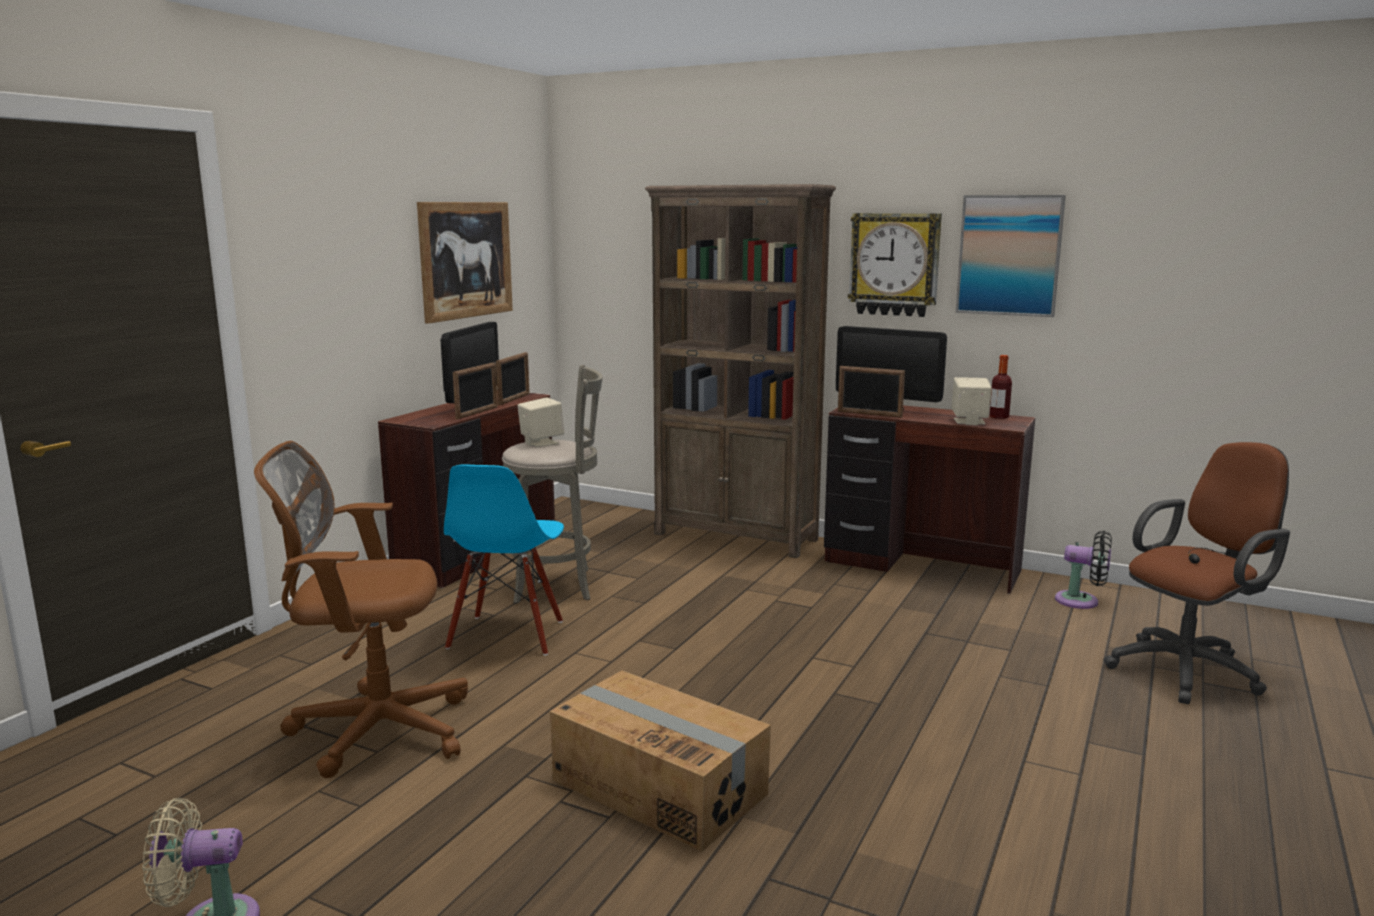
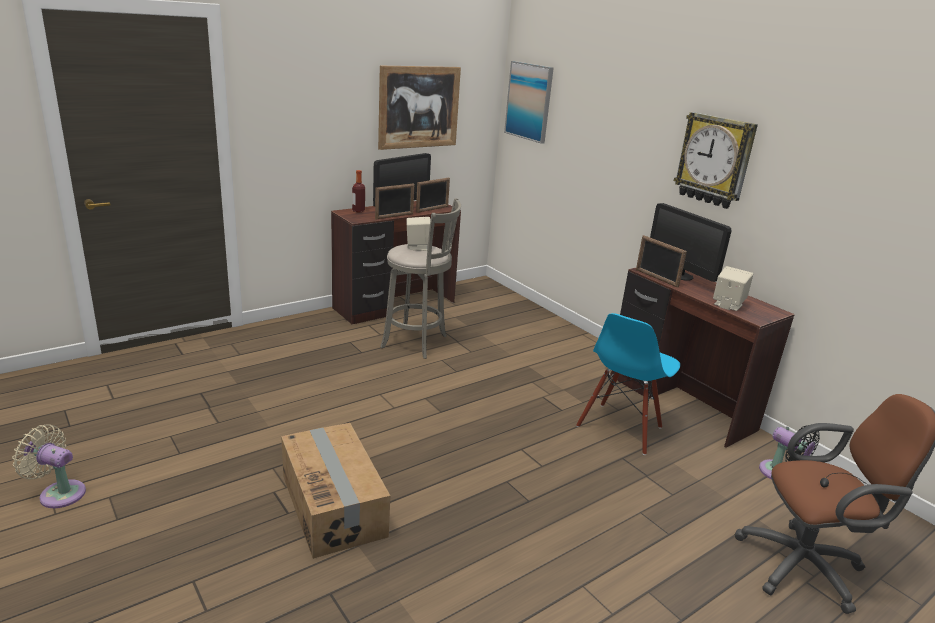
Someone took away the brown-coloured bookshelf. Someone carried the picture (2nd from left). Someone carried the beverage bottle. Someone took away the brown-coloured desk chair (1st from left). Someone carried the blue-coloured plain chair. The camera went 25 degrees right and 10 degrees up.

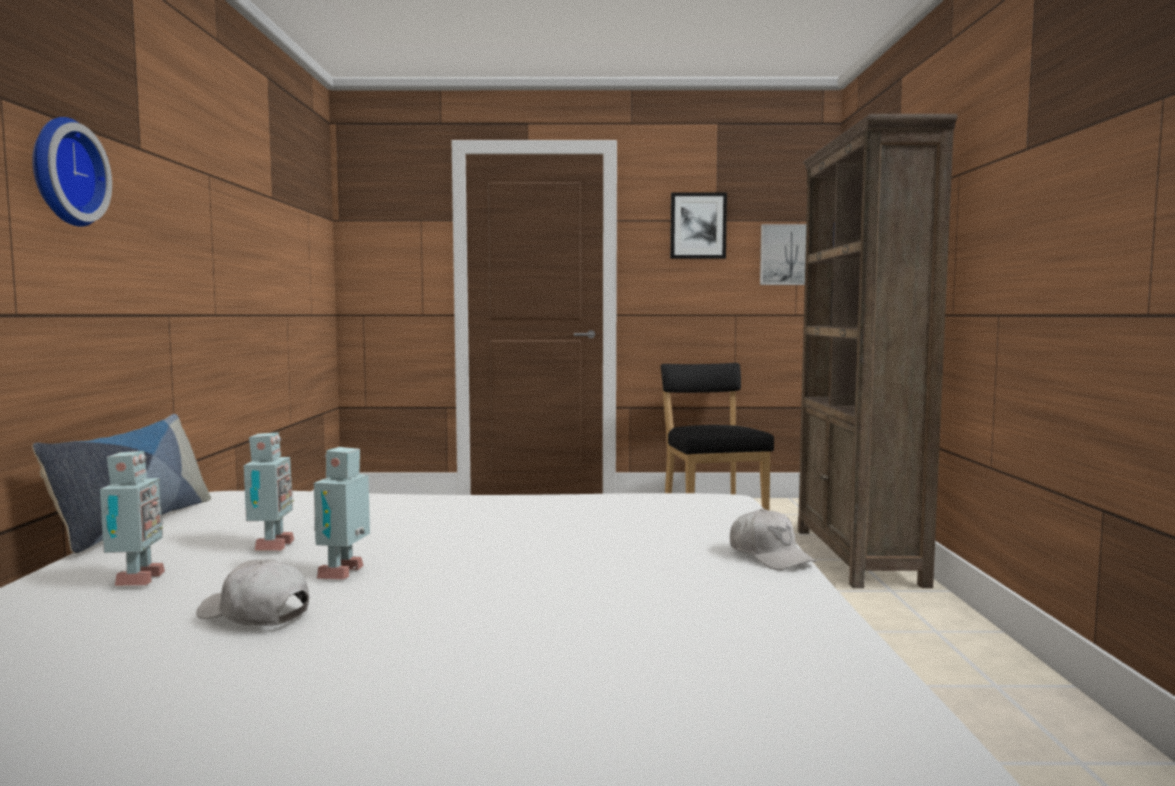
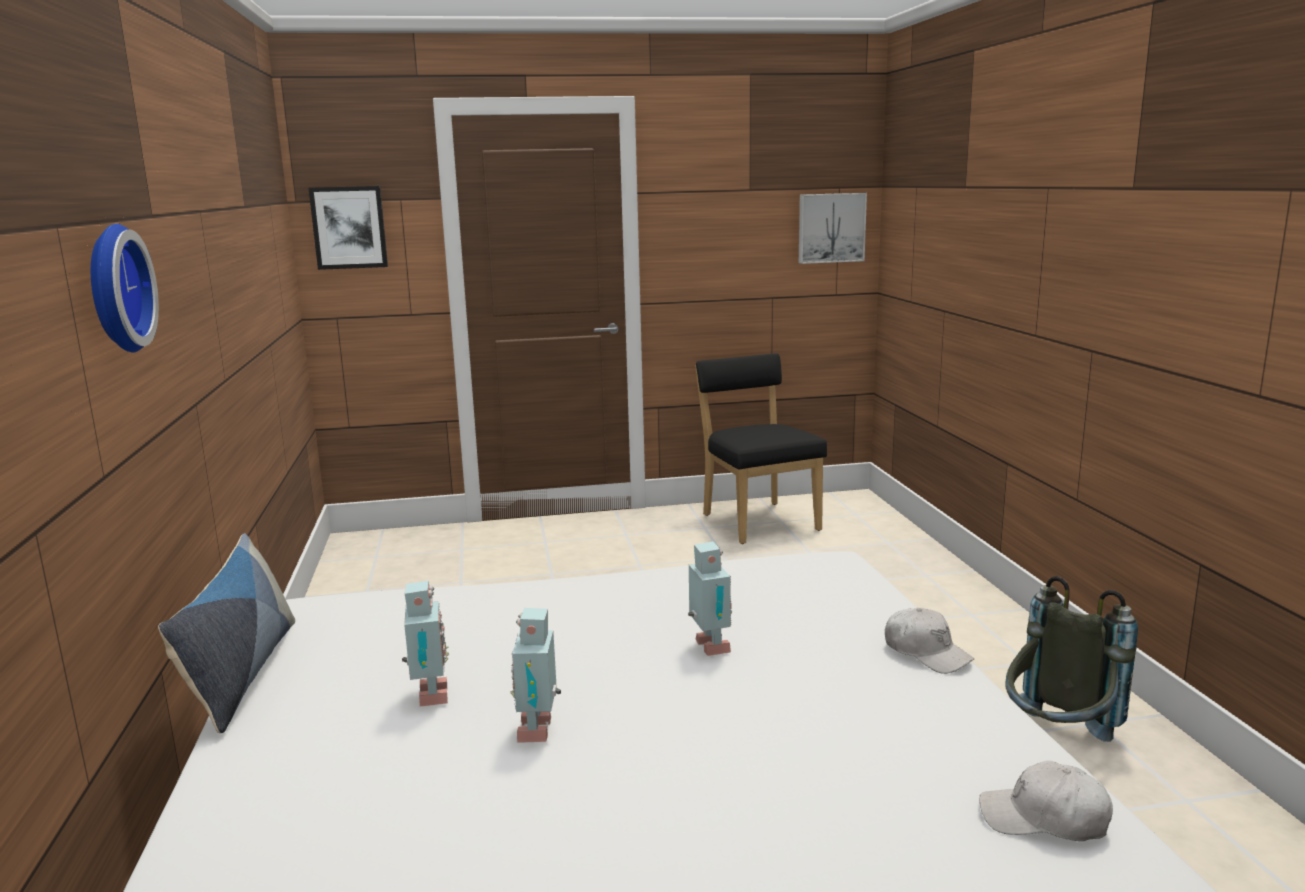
Someone took away the brown-coloured bookshelf. Someone carried the picture (1st from left). Someone carried the toy robot (1st from left in the first image). Someone carried the white-coloured peaked cap (1st from left in the first image). Someone put down the gray knapsack. The camera went 10 degrees left and 10 degrees up.

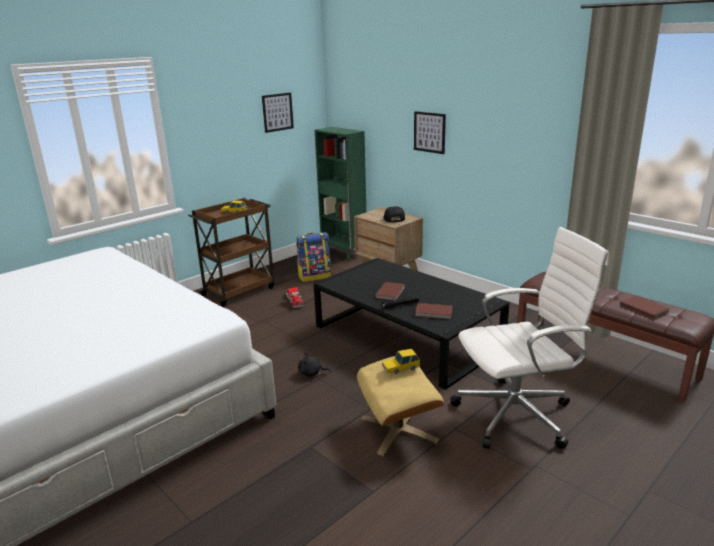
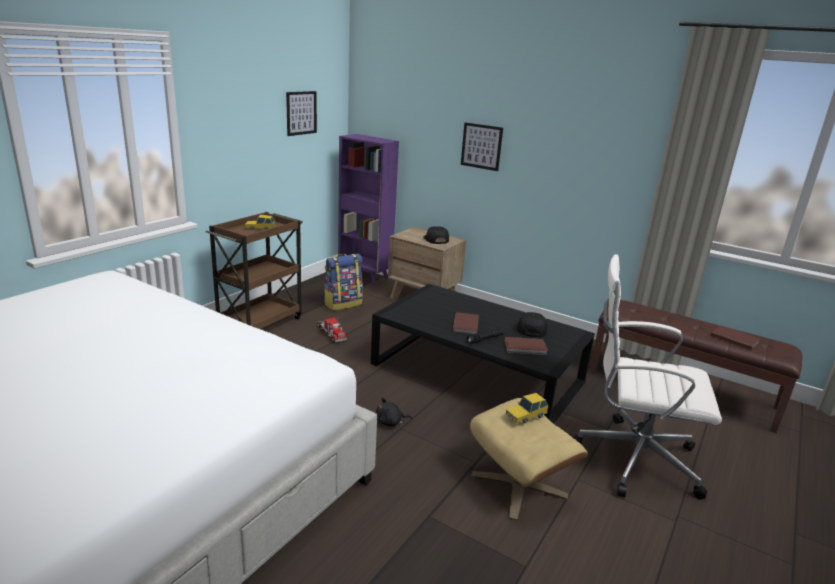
Someone repainted the green-coloured bookshelf, which became the purplish bookshelf. Someone rotated the white-coloured desk chair by 135 degrees counterclockwise. Someone put down the black peaked cap (2nd from left). The camera went 15 degrees left and 0 degrees up.

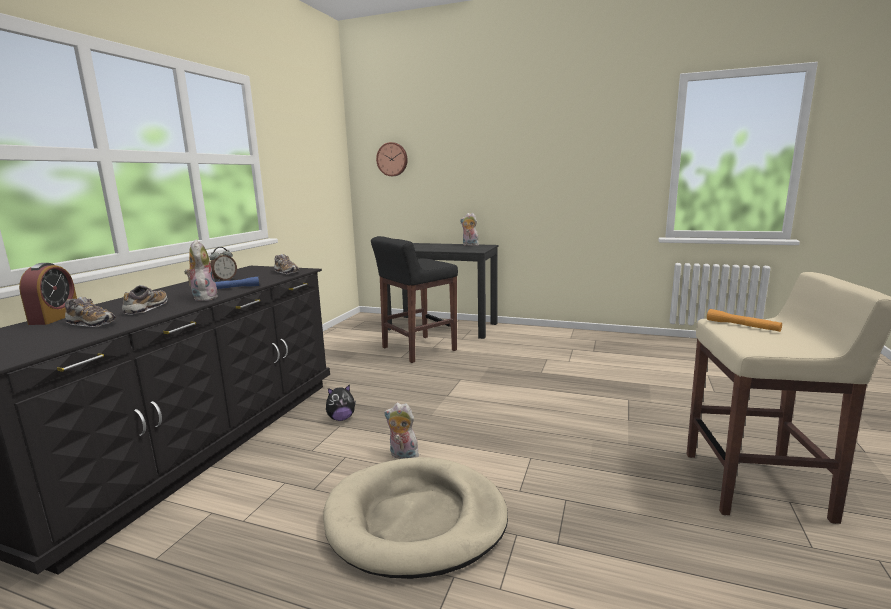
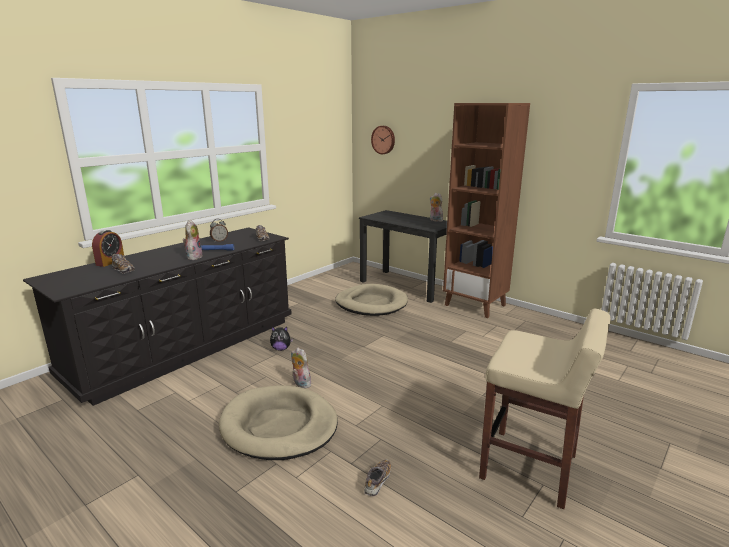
Someone swapped the black stool for the beige pet bed (2nd from left). Someone carried the item of footwear (2nd from left in the first image). Someone took away the orange flashlight. Someone put down the brown-coloured bookshelf. The camera went 20 degrees right and 5 degrees up.

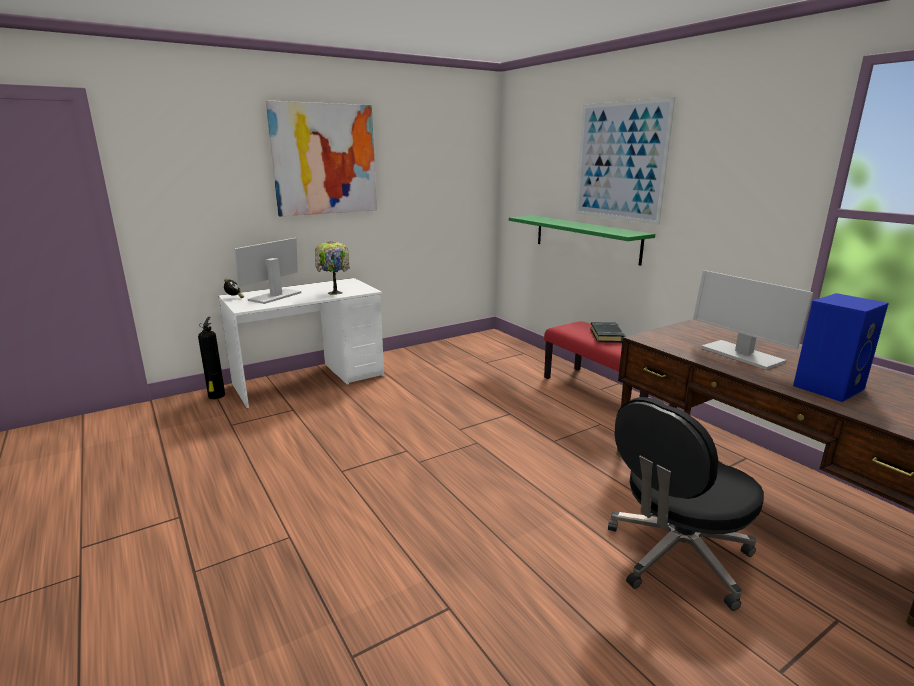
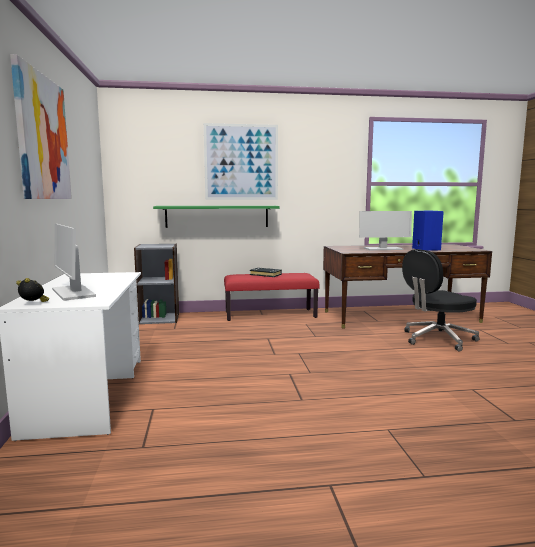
Someone took away the tabletop lamp. Someone took away the fire extinguisher. Someone rotated the black desk chair by 75 degrees clockwise. Someone put down the gray bookshelf. The camera went 65 degrees left and 10 degrees down.

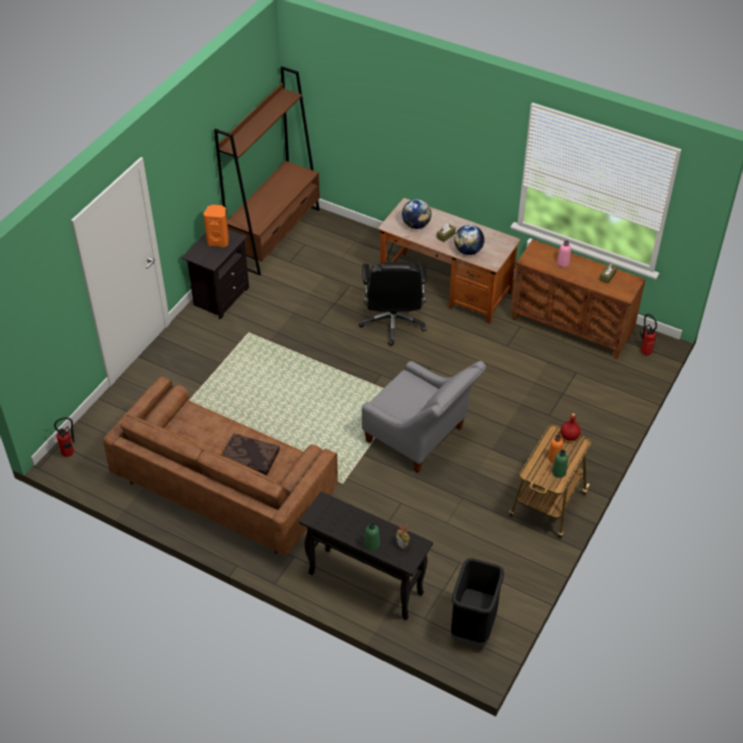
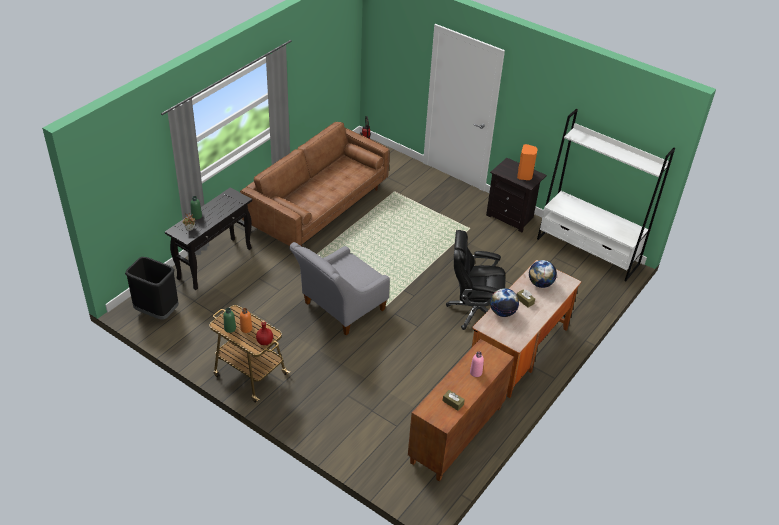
Someone repainted the brown-coloured bookshelf, which became the white-coloured bookshelf. Someone took away the fire extinguisher (2nd from left). Someone took away the brown-coloured pillow. The camera went 95 degrees right and 5 degrees down.

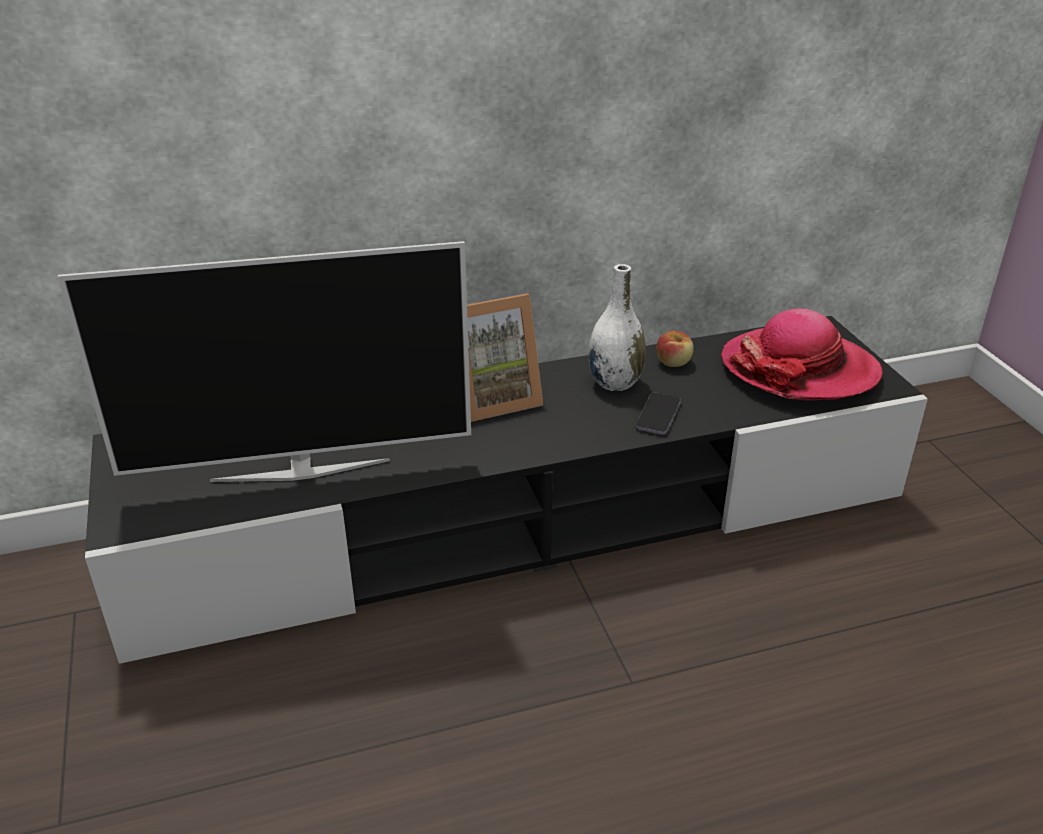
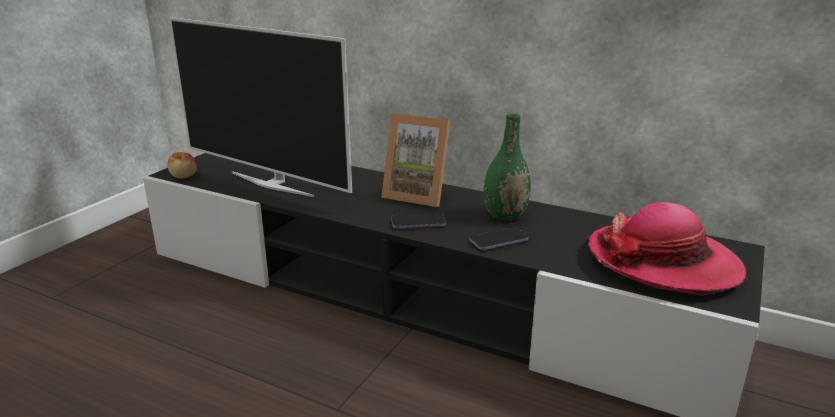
Someone repainted the white-coloured decorative vase, which became the green-coloured decorative vase. Someone carried the apple fruit. Someone put down the telephone (1st from left). The camera went 45 degrees right and 10 degrees down.

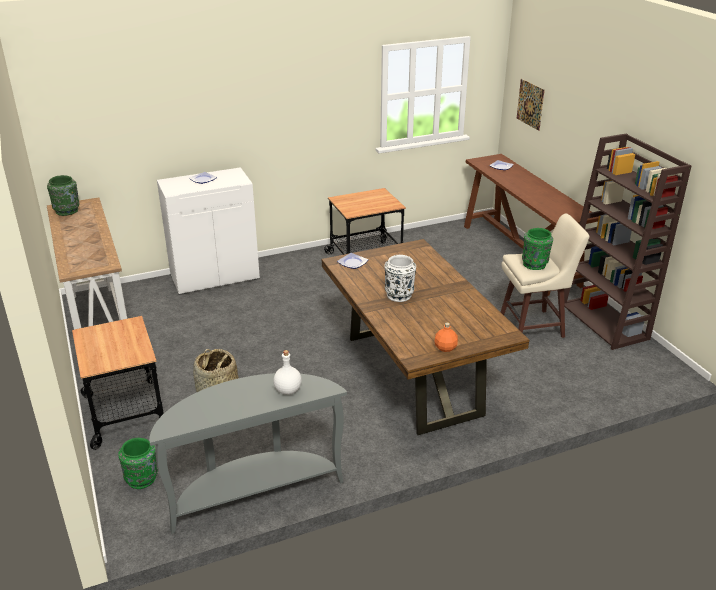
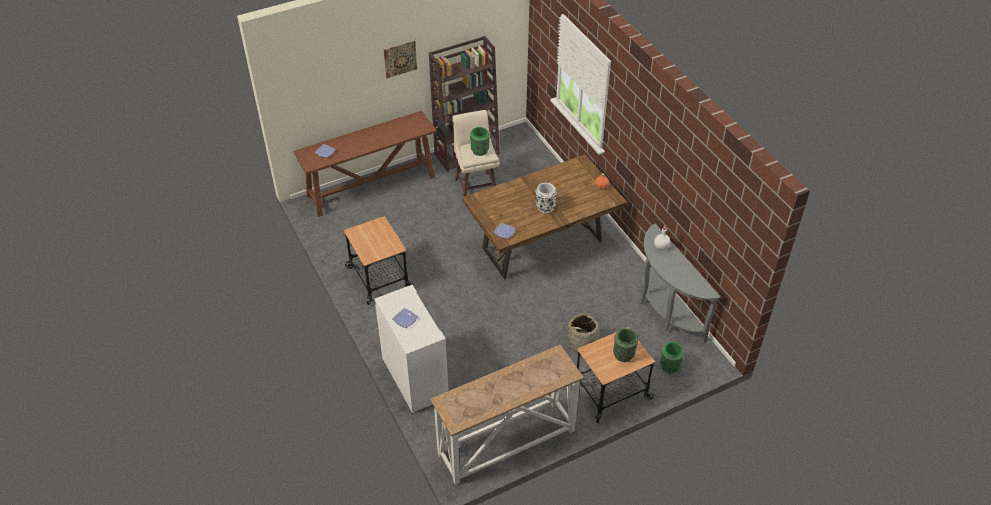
Someone carried the picture. Someone carried the green-coloured decorative vase (1st from left in the first image). The camera went 95 degrees left and 15 degrees up.

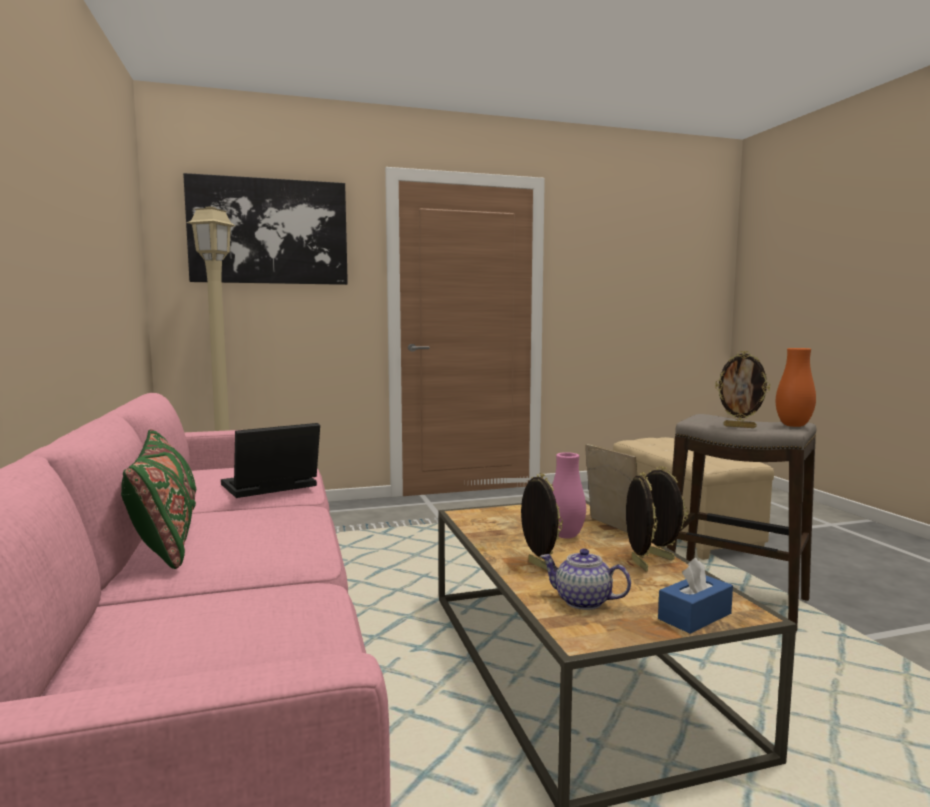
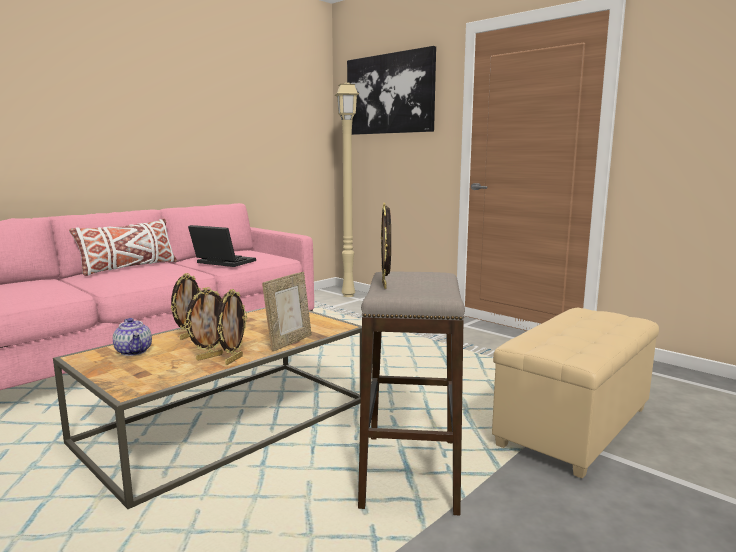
Someone took away the orange decorative vase. Someone repainted the green-coloured pillow, which became the white-coloured pillow. Someone took away the pink-coloured decorative vase. Someone rotated the teapot by 150 degrees clockwise. Someone took away the blue-coloured box of tissues. The camera went 60 degrees right and 5 degrees up.

